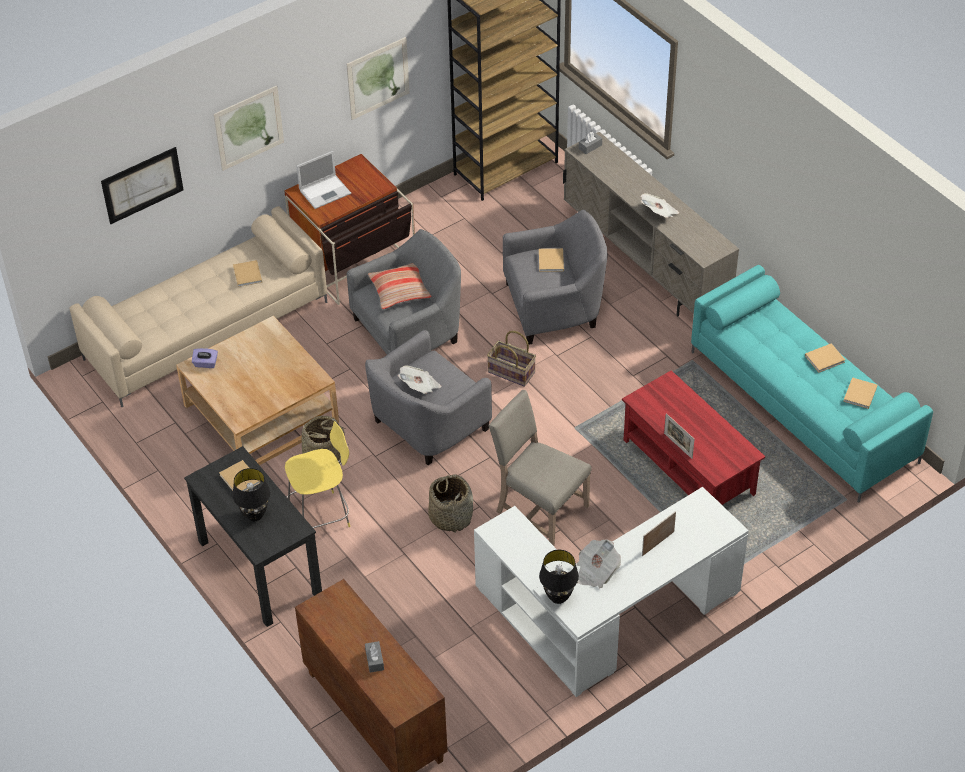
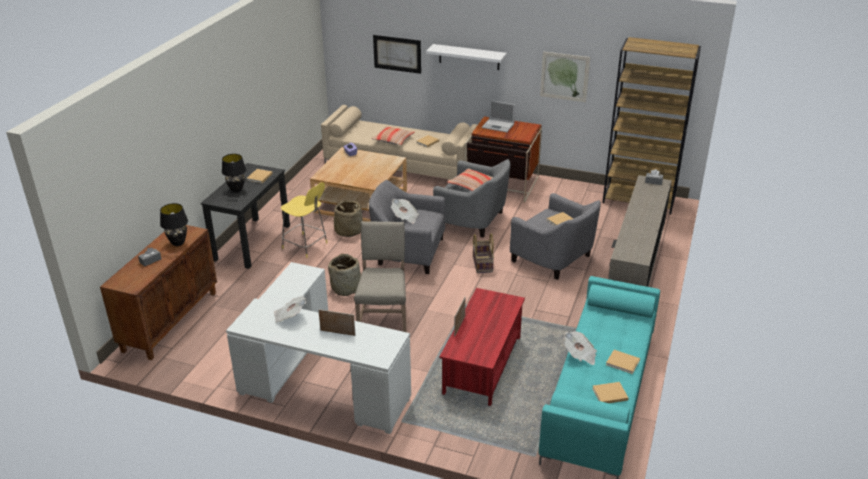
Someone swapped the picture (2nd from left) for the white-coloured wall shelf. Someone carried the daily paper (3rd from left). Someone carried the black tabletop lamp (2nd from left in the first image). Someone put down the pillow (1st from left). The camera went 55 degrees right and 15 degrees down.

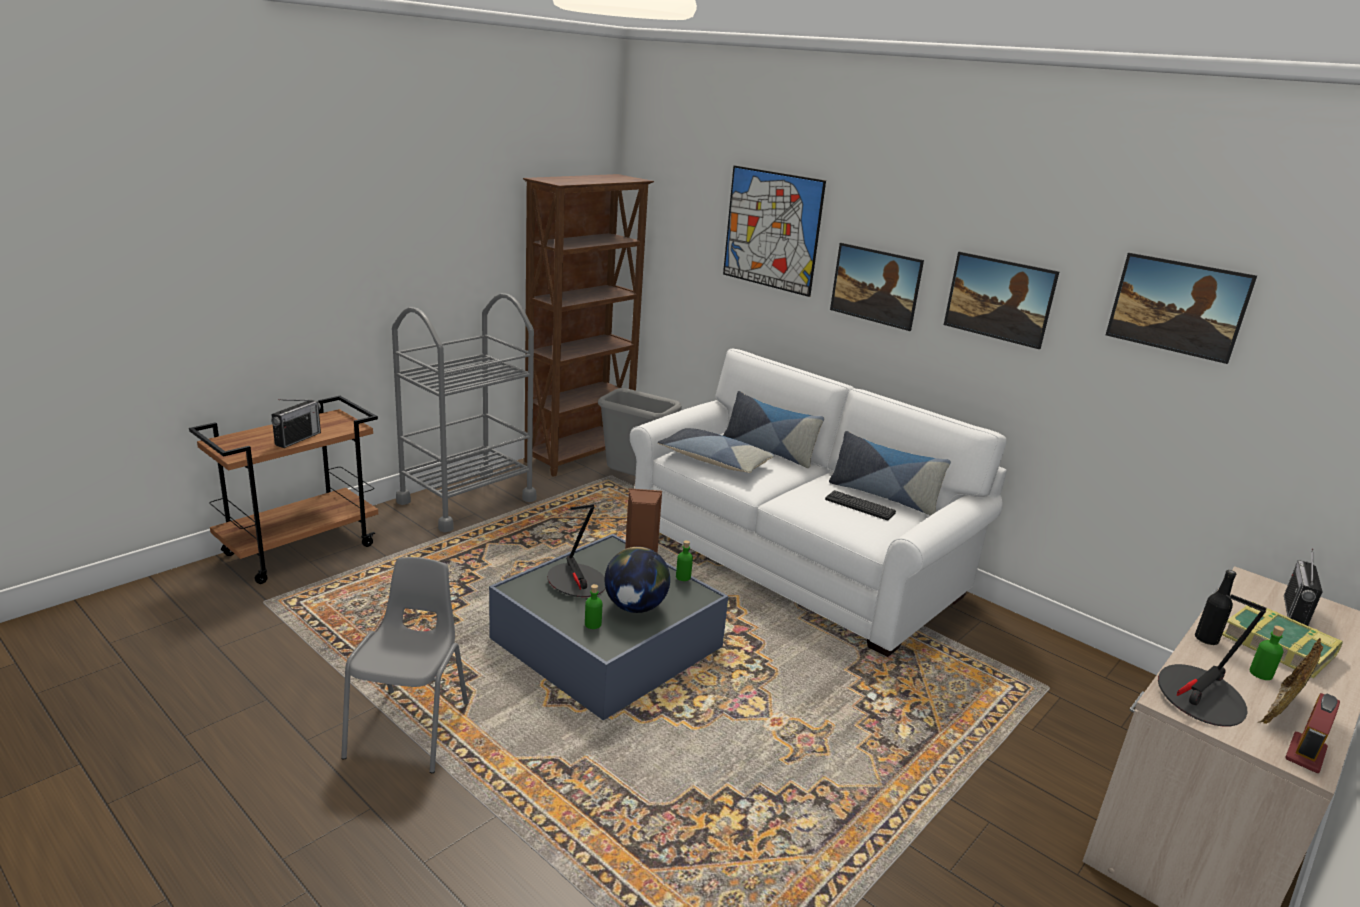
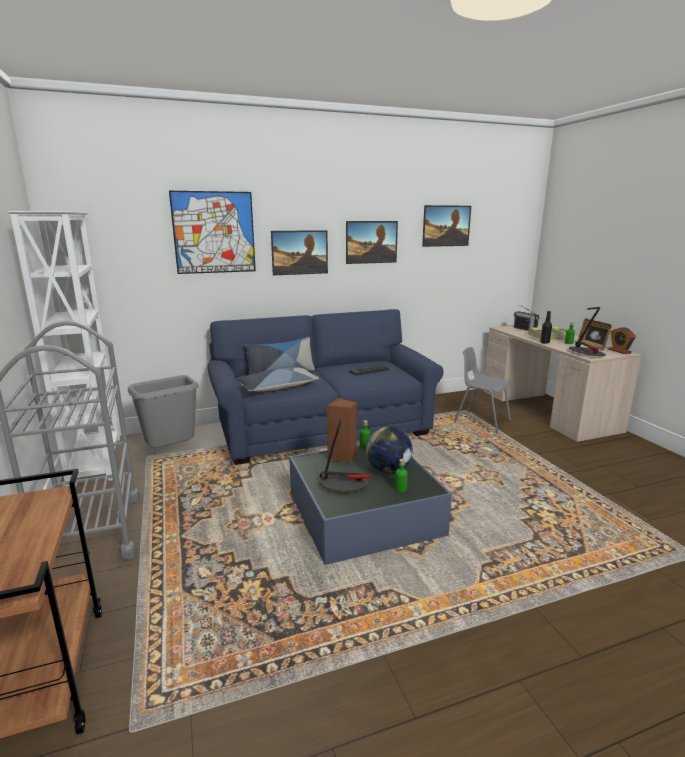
Someone repainted the brown-coloured bookshelf, which became the white-coloured bookshelf. Someone repainted the white-coloured sofa, which became the blue-coloured sofa. Someone took away the radio (1st from left). Someone took away the pillow (3rd from left). Someone carried the gray plain chair. The camera went 60 degrees left and 5 degrees down.

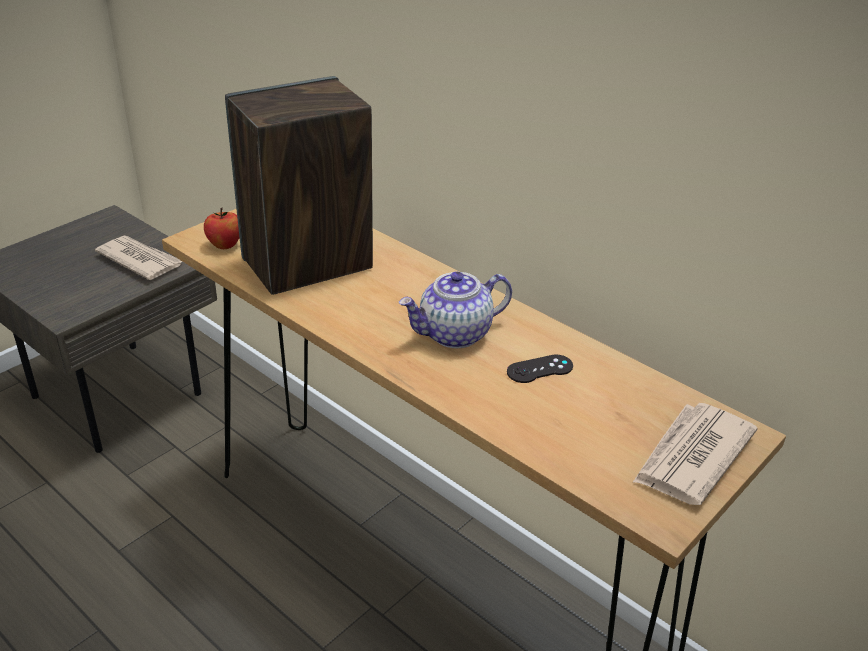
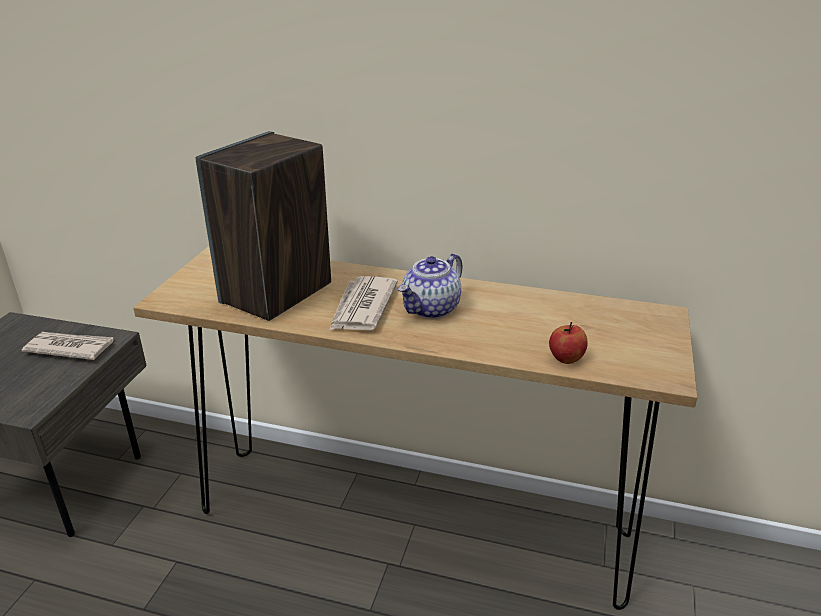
Someone carried the apple fruit. Someone took away the black joypad. Someone carried the daily paper (2nd from left). The camera went 25 degrees left and 5 degrees down.

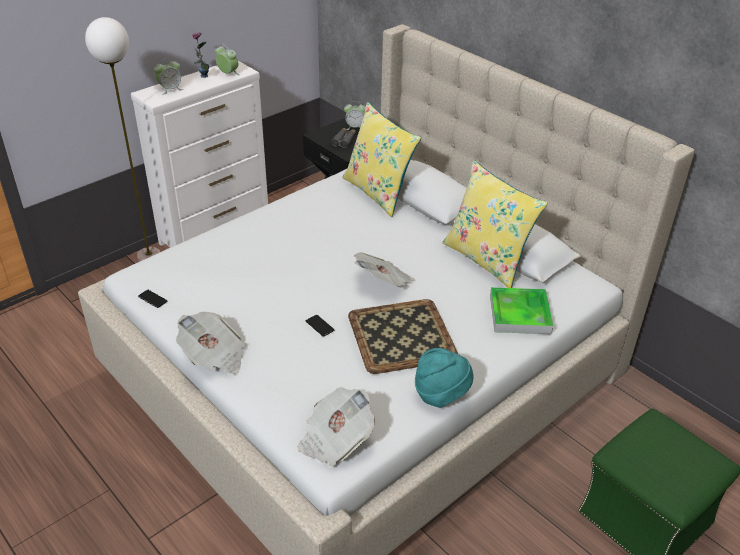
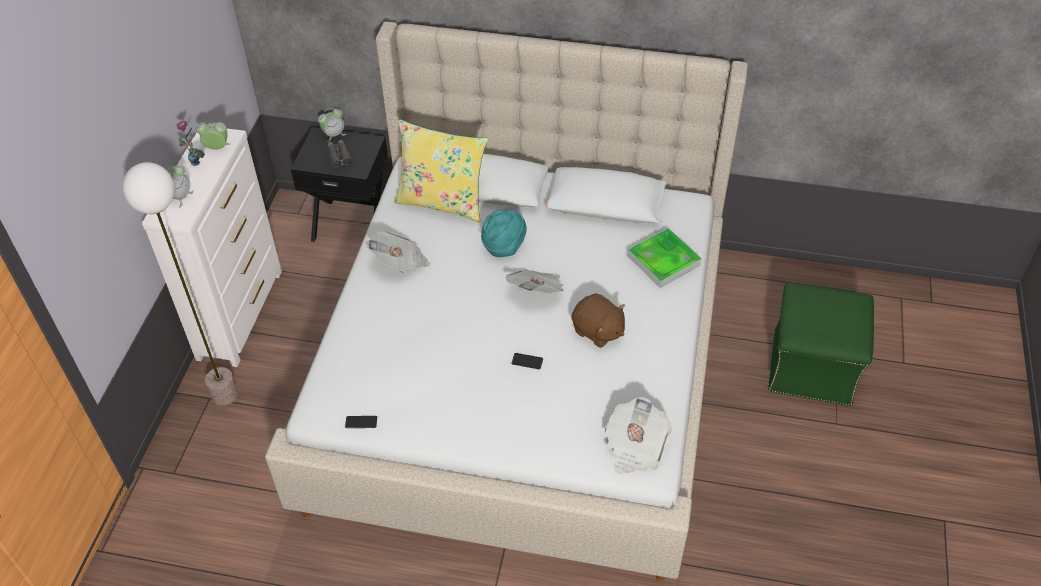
Someone took away the yellowish pillow (2nd from left). Someone swapped the tray (1st from left) for the brown-coloured cuddly toy. Someone carried the daily paper (1st from left). Someone carried the blue-green clothing hat. The camera went 35 degrees left and 10 degrees up.

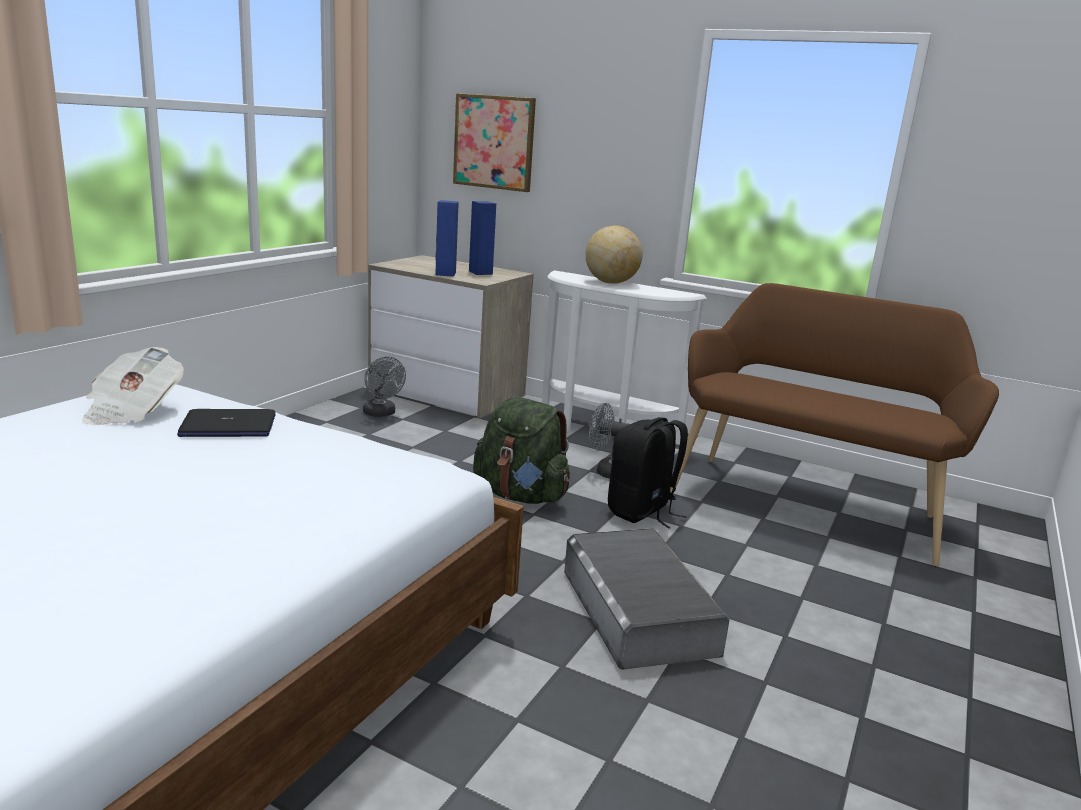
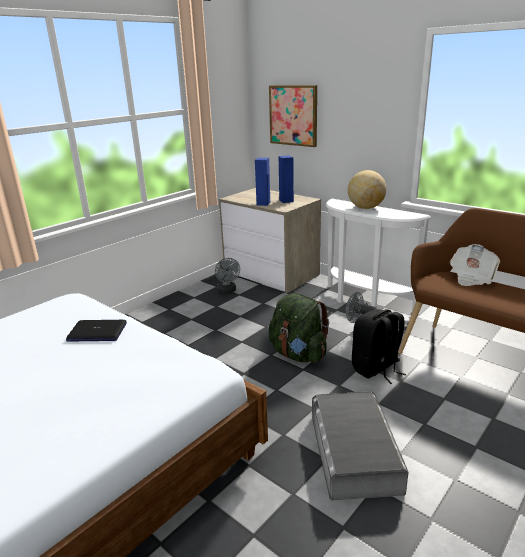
Someone carried the daily paper. The camera went 15 degrees right and 5 degrees up.

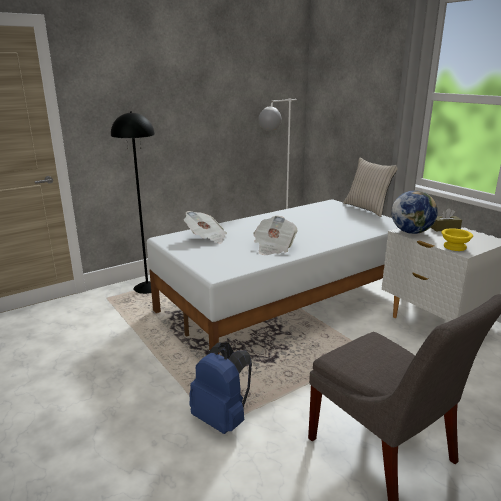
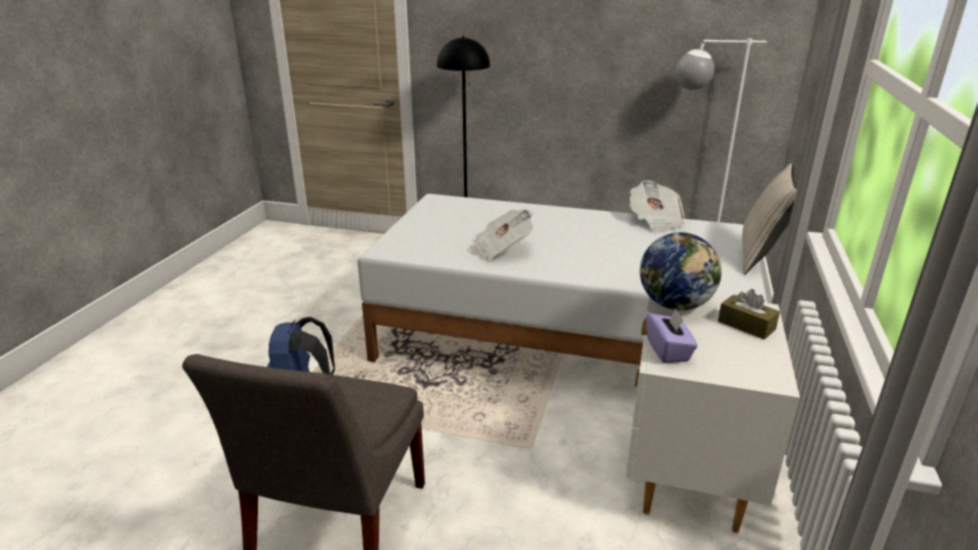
Someone carried the daily paper (1st from left in the first image). Someone swapped the yellowish bowl for the purplish box of tissues. The camera went 50 degrees right and 5 degrees up.

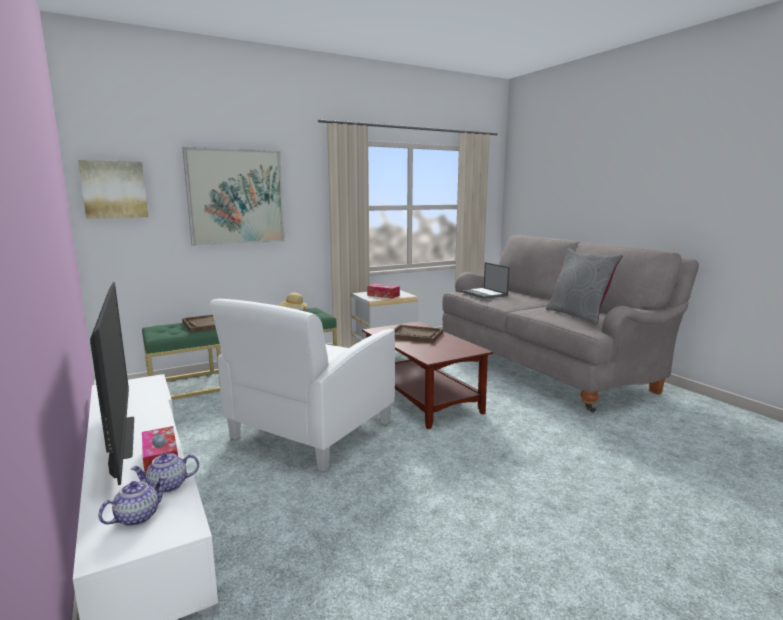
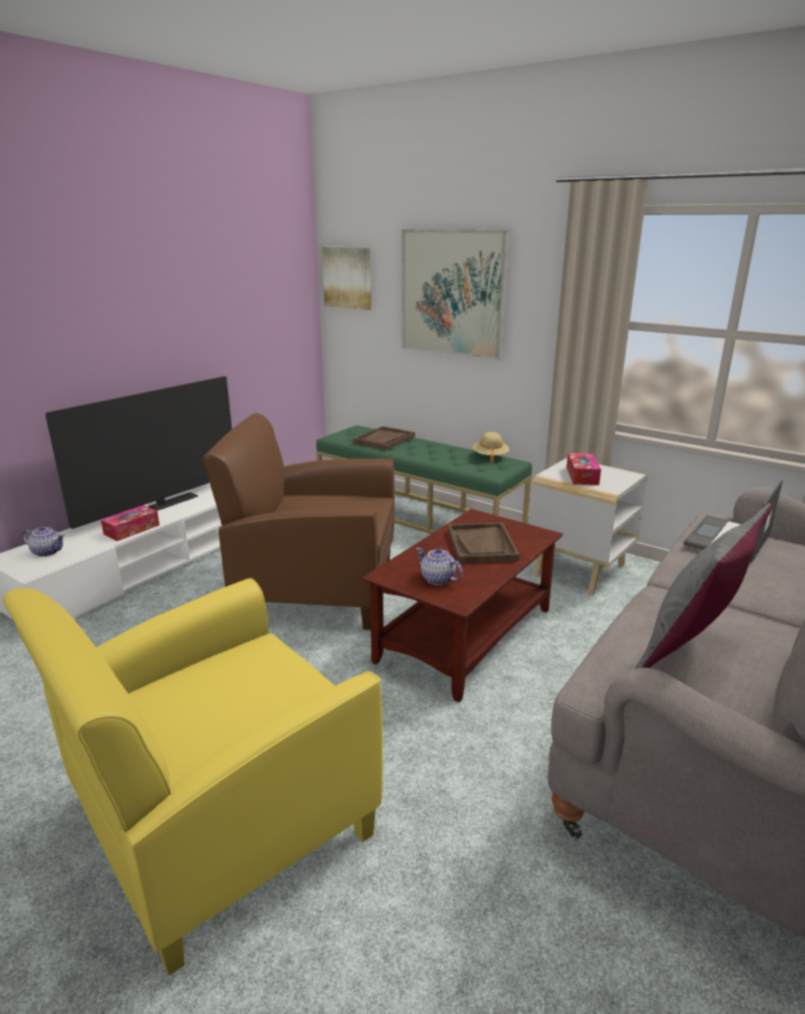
Someone repainted the white-coloured armchair, which became the brown-coloured armchair. Someone carried the teapot (2nd from left). Someone put down the yellowish armchair. The camera went 65 degrees right and 10 degrees up.

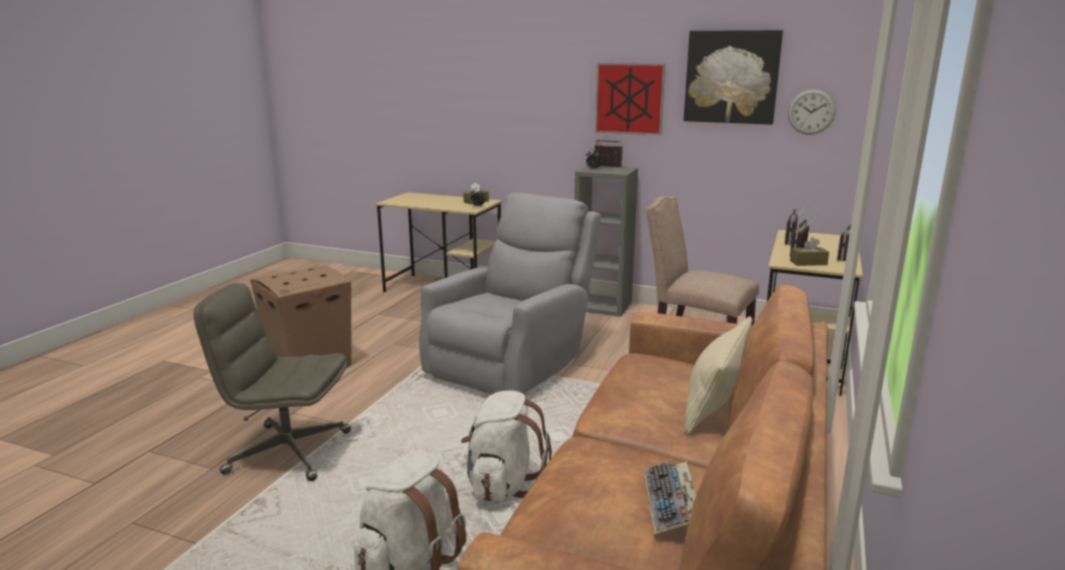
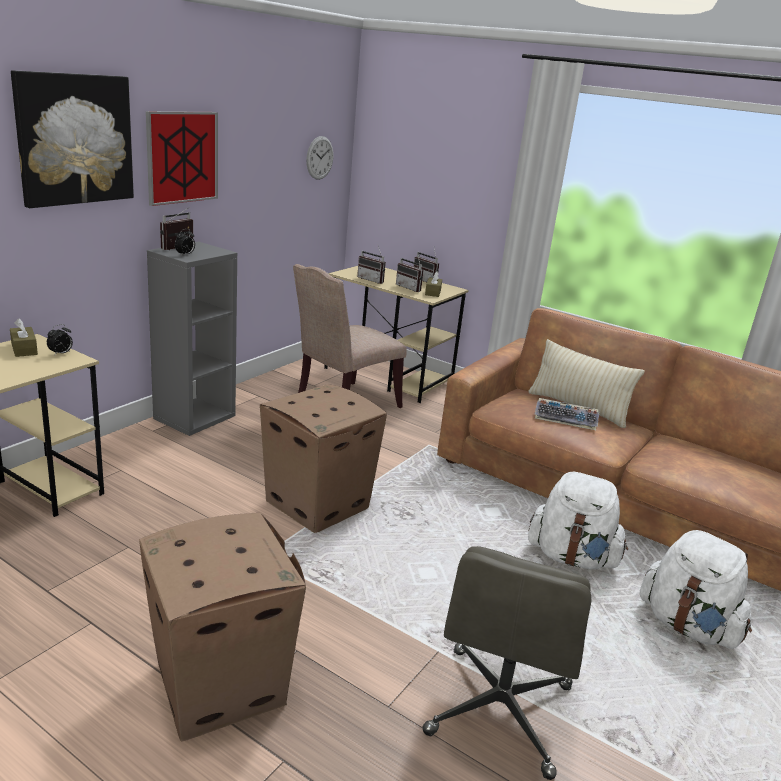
Someone carried the picture (2nd from left in the first image). Someone swapped the gray armchair for the packing box (2nd from left). Someone carried the PC keyboard. The camera went 80 degrees left and 5 degrees up.

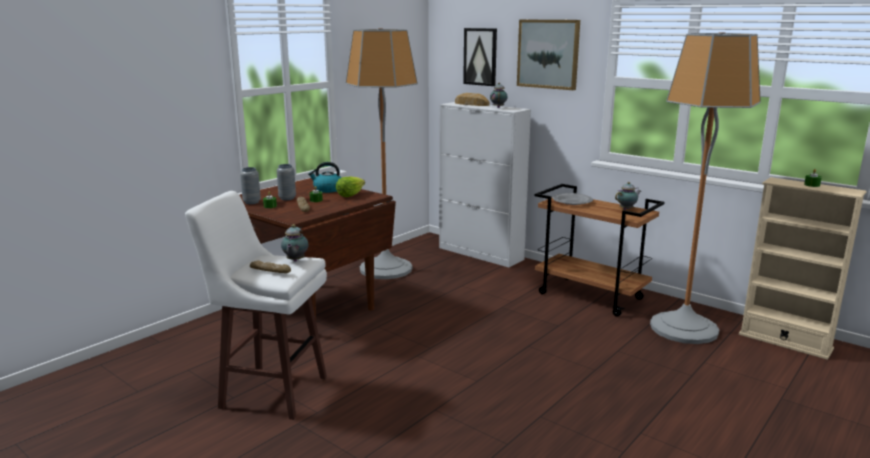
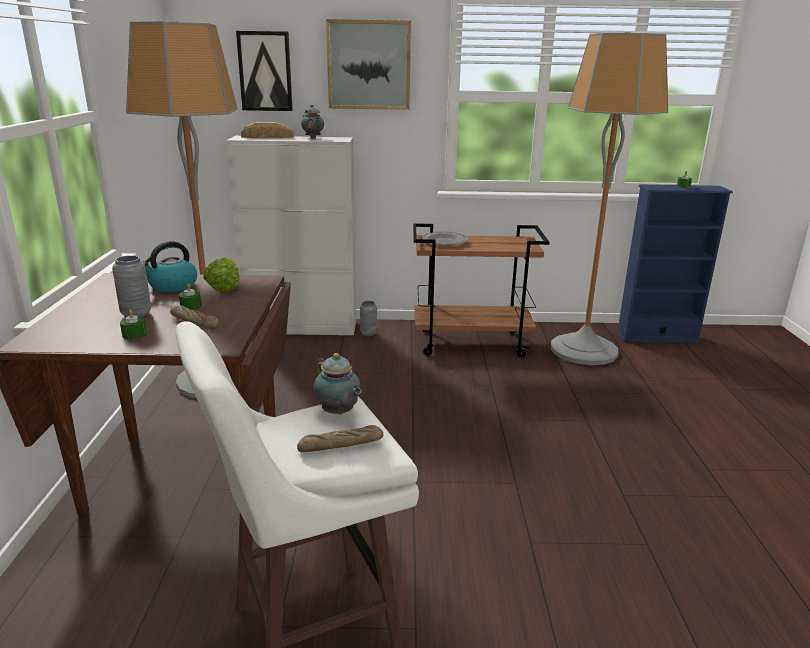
Someone carried the gray decorative vase (1st from left in the first image). Someone repainted the beige bookshelf, which became the blue-coloured bookshelf. Someone took away the teapot (3rd from left). The camera went 40 degrees left and 5 degrees up.

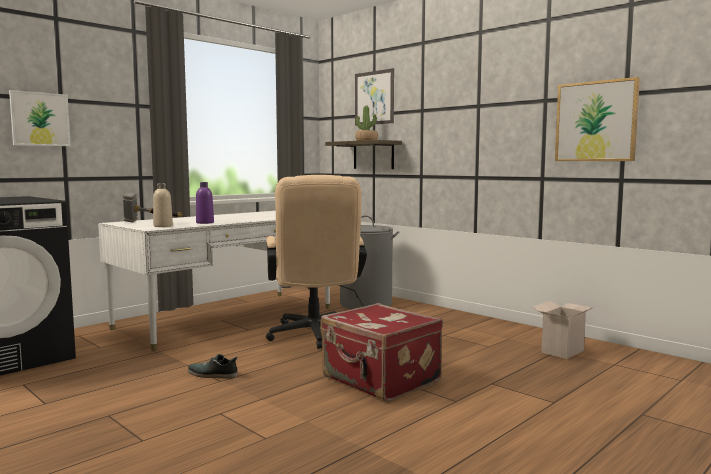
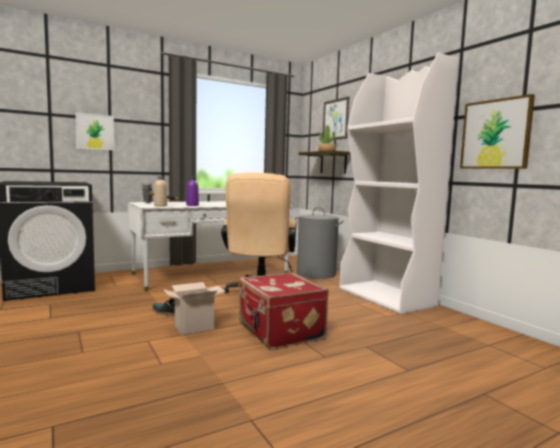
Someone carried the packing box. Someone put down the white-coloured bookshelf. The camera went 15 degrees right and 0 degrees up.

